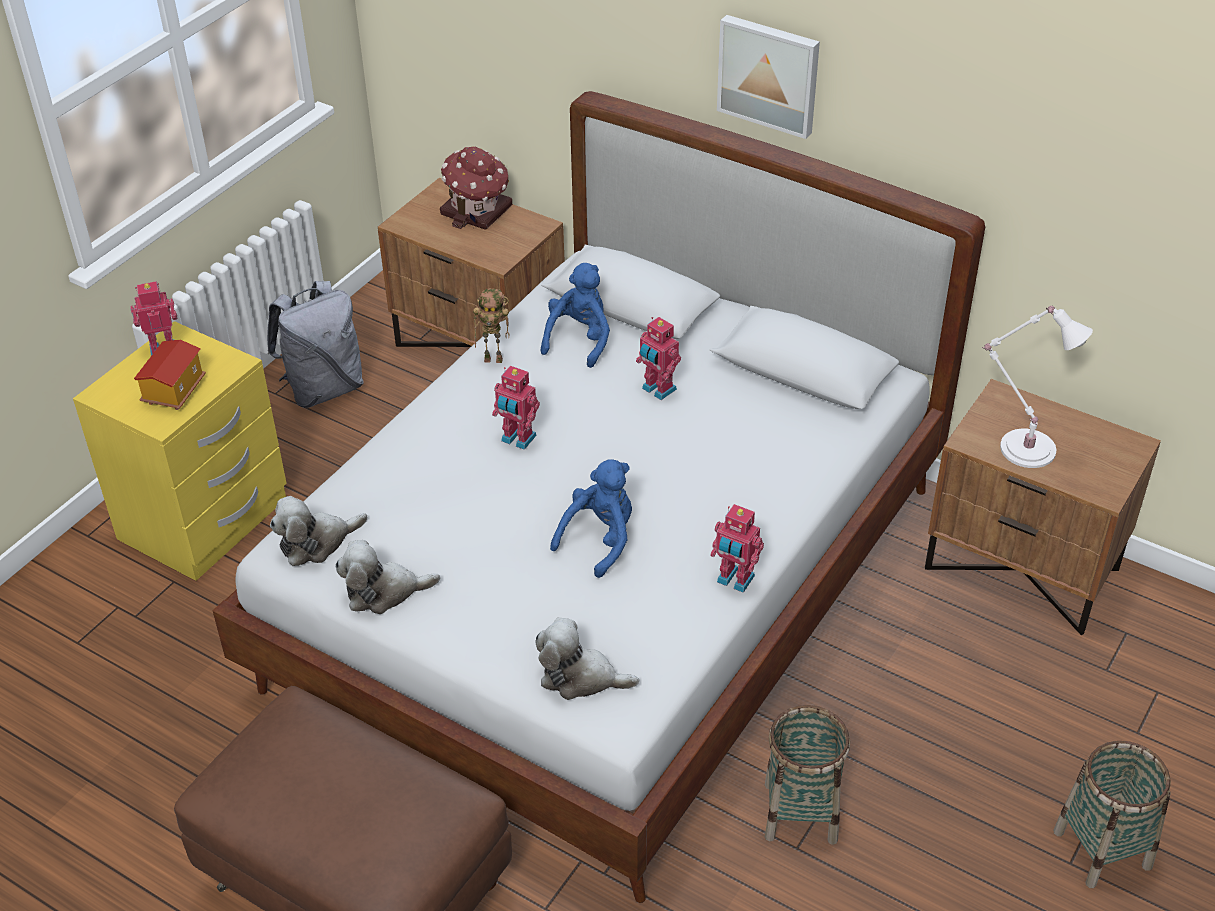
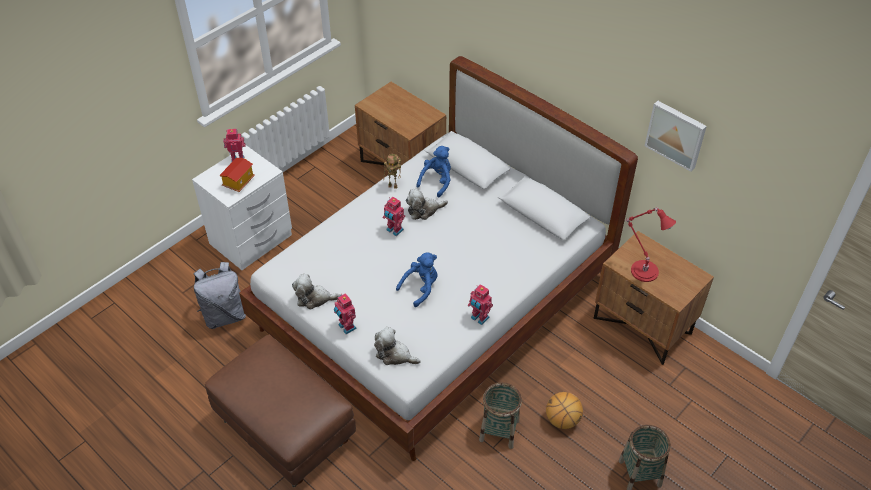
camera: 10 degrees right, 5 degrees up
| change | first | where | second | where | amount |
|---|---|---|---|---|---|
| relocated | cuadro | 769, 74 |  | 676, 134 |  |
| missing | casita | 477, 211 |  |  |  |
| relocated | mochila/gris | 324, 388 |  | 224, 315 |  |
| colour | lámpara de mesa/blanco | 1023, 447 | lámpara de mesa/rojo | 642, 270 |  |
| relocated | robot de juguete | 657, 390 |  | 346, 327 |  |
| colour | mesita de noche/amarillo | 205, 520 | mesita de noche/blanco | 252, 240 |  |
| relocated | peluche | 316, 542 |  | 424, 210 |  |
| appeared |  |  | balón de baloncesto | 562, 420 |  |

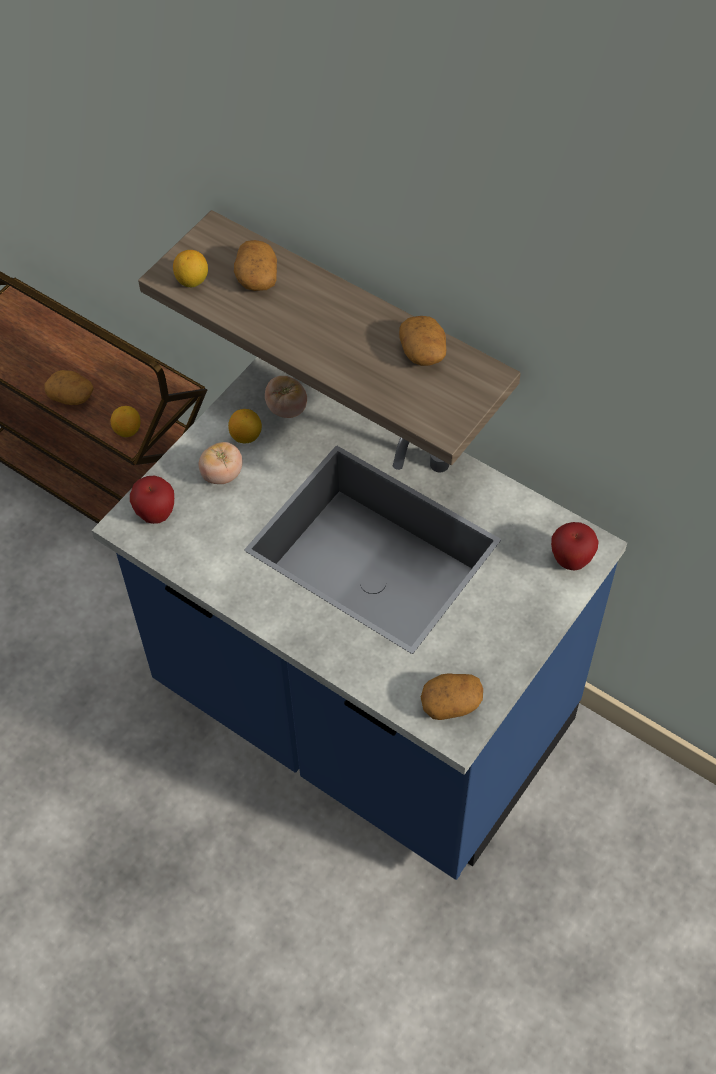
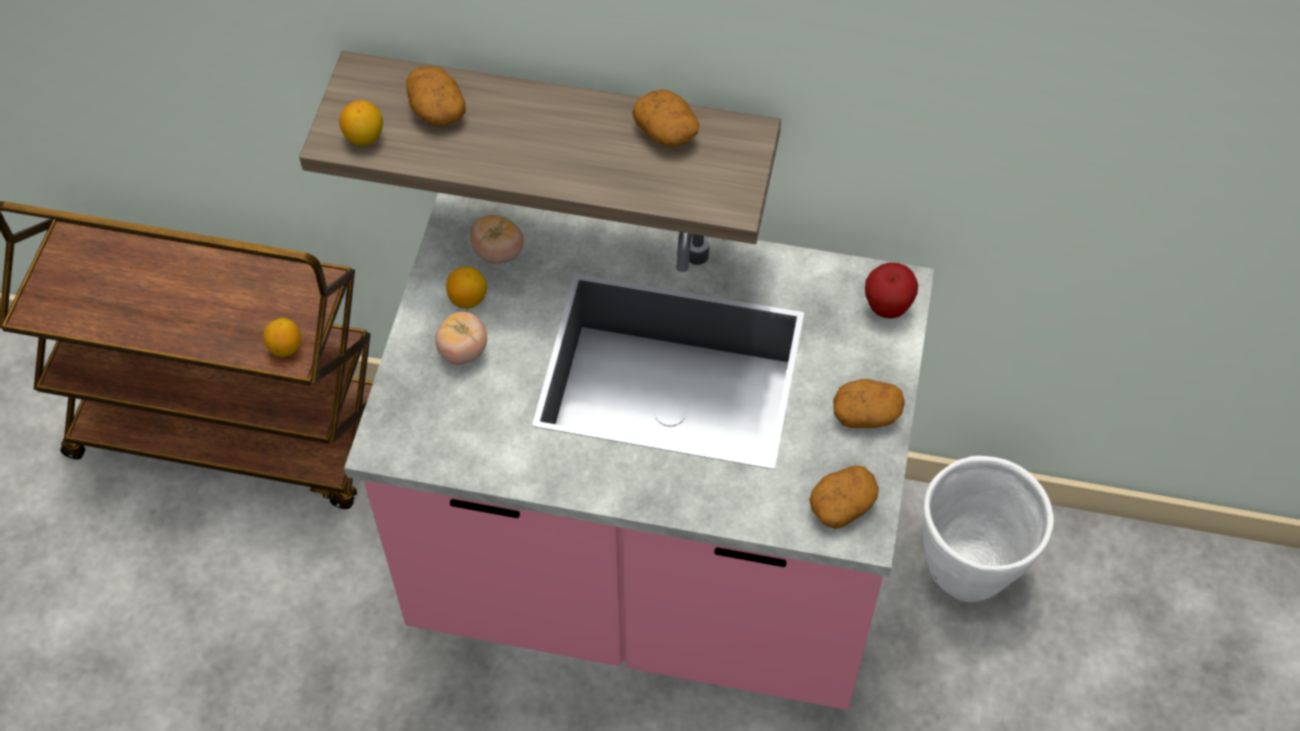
camera: 25 degrees left, 0 degrees up
| change | first | where | second | where | amount |
|---|---|---|---|---|---|
| colour | mueble bajo de cocina/azul | 362, 711 | mueble bajo de cocina/rosa | 650, 572 |  |
| relocated | patata | 72, 396 |  | 866, 413 |  |
| missing | manzana | 156, 514 |  |  |  |
| appeared |  |  | maceta/blanco | 968, 571 |  |

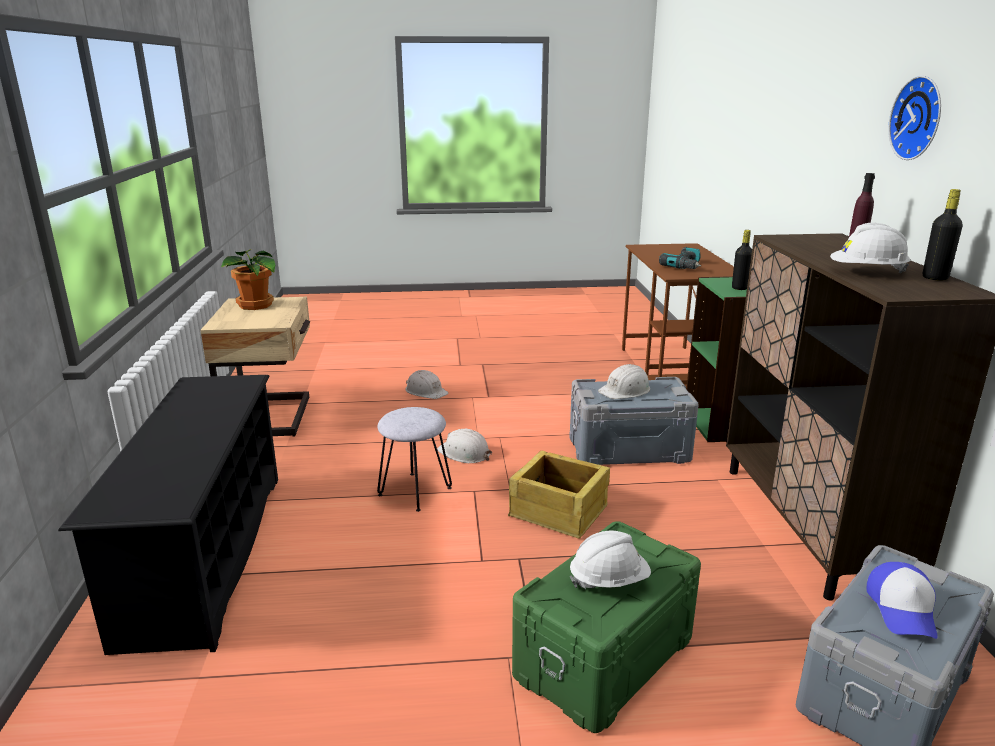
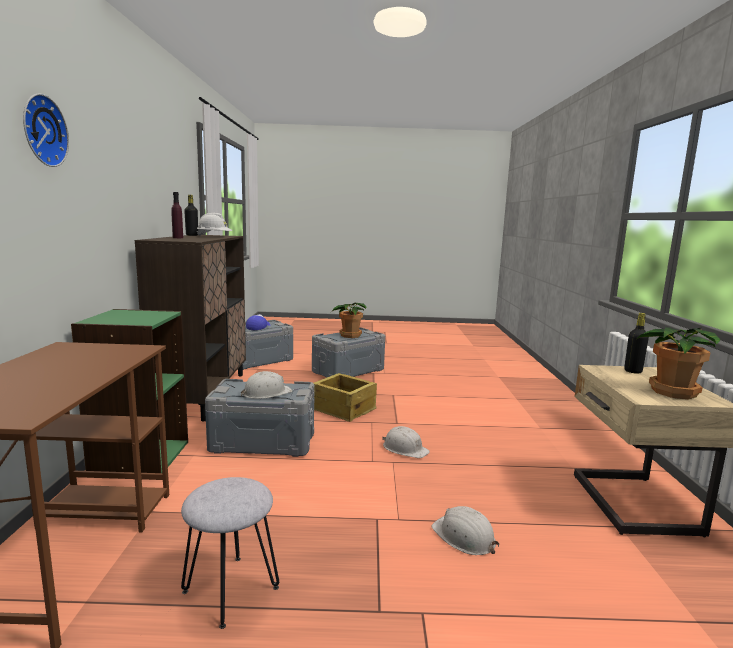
camera: 175 degrees left, 10 degrees down
| change | first | where | second | where | amount |
|---|---|---|---|---|---|
| relocated | reloj de pared | 920, 118 |  | 41, 131 |  |
| relocated | botella/negro | 739, 288 |  | 633, 371 |  |
| missing | taladro | 685, 266 |  |  |  |
| missing | zapatero/negro | 206, 553 |  |  |  |
| relocated | taburete/gris | 414, 491 |  | 231, 590 |  |
| colour | caja de almacenaje/verde | 606, 658 | caja de almacenaje/gris | 347, 370 |  |
| exchanged | casco/blanco | 609, 580 | planta en maceta | 349, 335 |  |

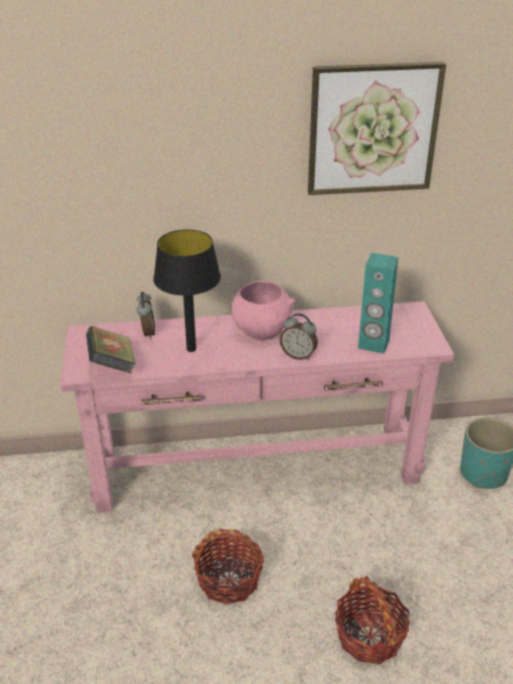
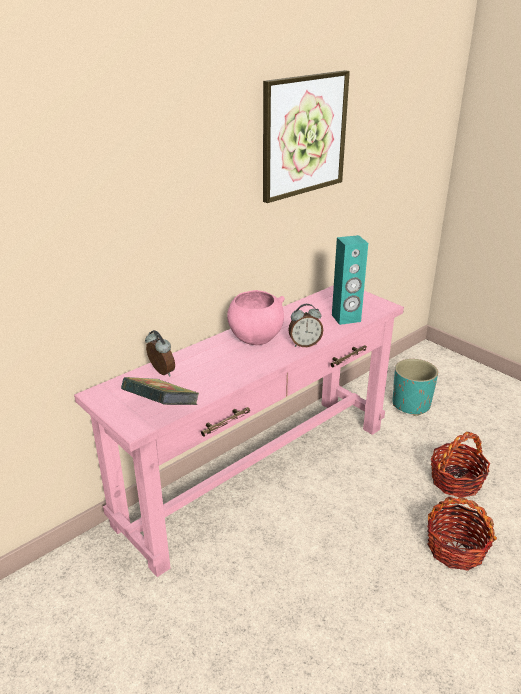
camera: 35 degrees left, 5 degrees down
| change | first | where | second | where | amount |
|---|---|---|---|---|---|
| missing | lámpara de mesa/negro | 191, 348 |  |  |  |
| relocated | cesta | 229, 580 |  | 456, 481 |  |

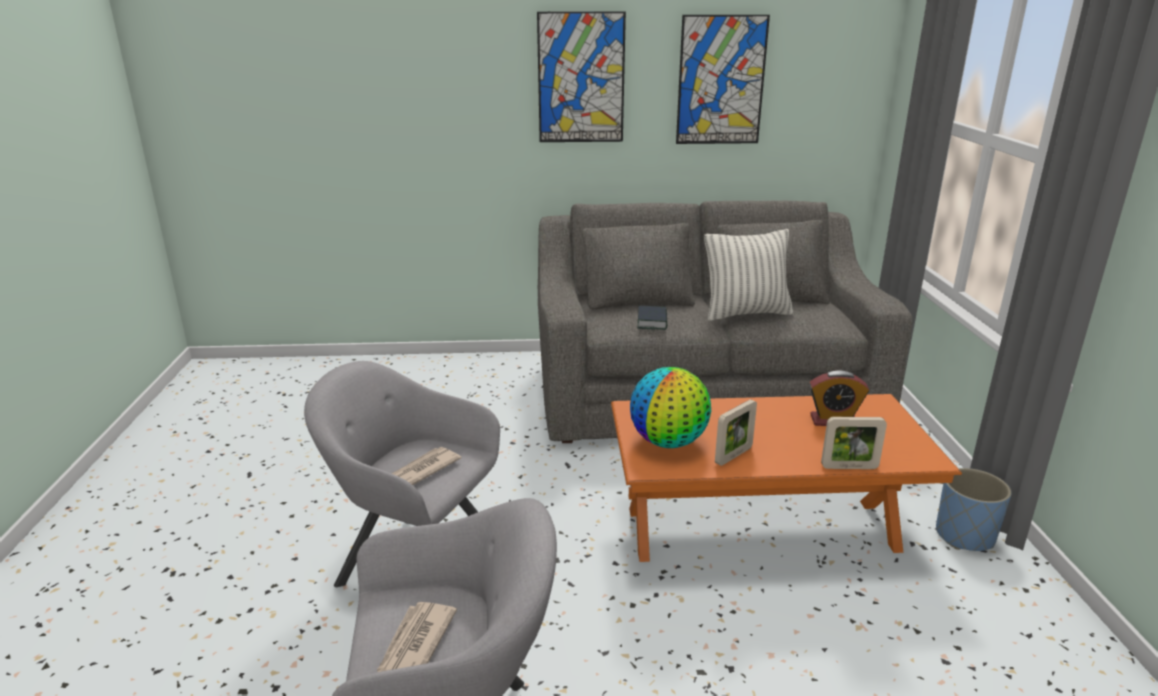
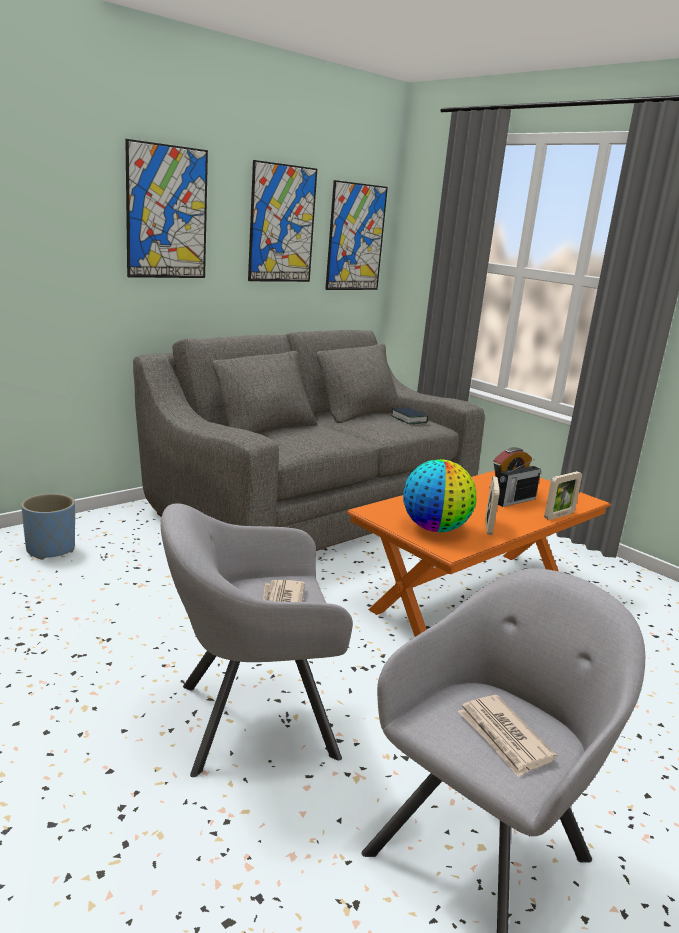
camera: 40 degrees left, 5 degrees down
| change | first | where | second | where | amount |
|---|---|---|---|---|---|
| missing | cojín | 746, 313 |  |  |  |
| relocated | libro | 652, 322 |  | 409, 419 |  |
| relocated | maceta/azul | 964, 536 |  | 50, 549 |  |
| appeared |  |  | cuadro | 356, 237 |  |
| appeared |  |  | radio | 514, 501 |  |

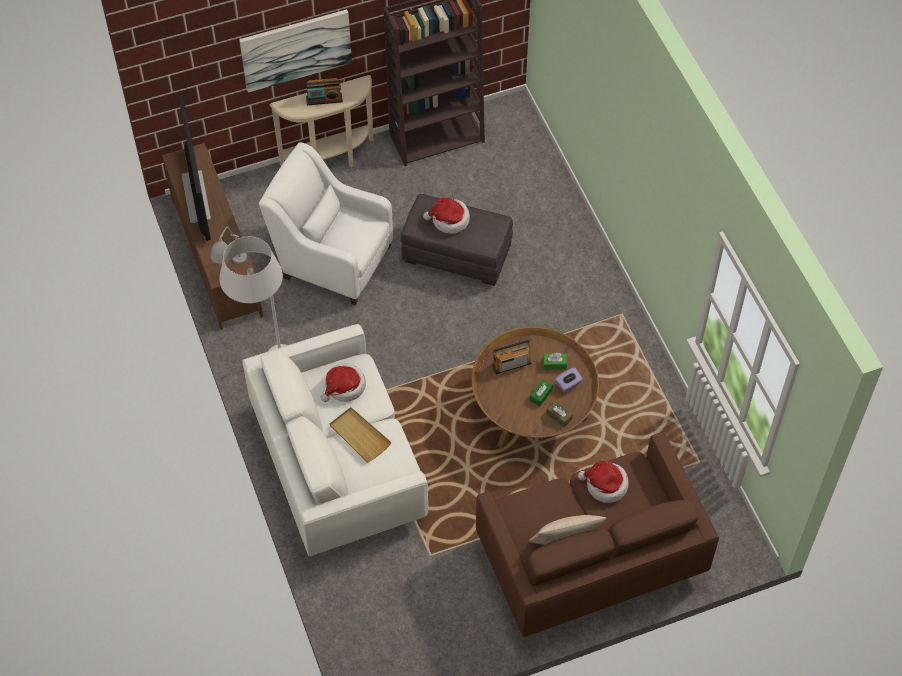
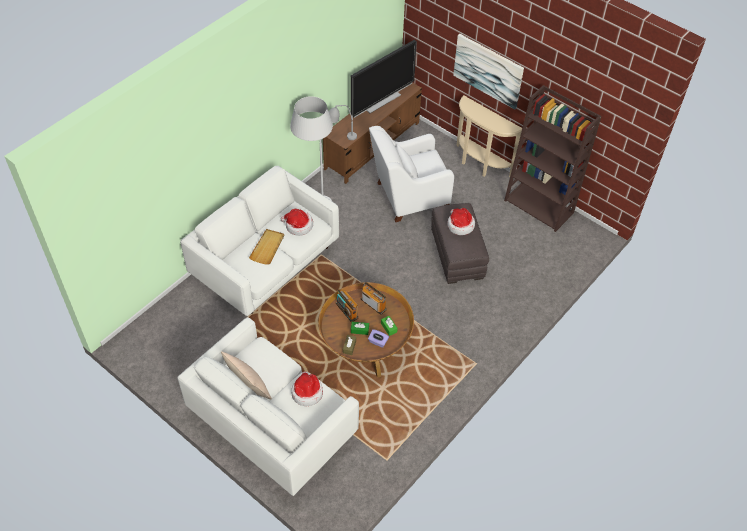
camera: 60 degrees right, 5 degrees down
| change | first | where | second | where | amount |
|---|---|---|---|---|---|
| relocated | radio | 324, 99 |  | 347, 311 |  |
| spun | sillón/blanco | 331, 259 |  | 408, 196 | 105 degrees counterclockwise |
| colour | sofá/marrón | 589, 556 | sofá/blanco | 273, 423 |  |

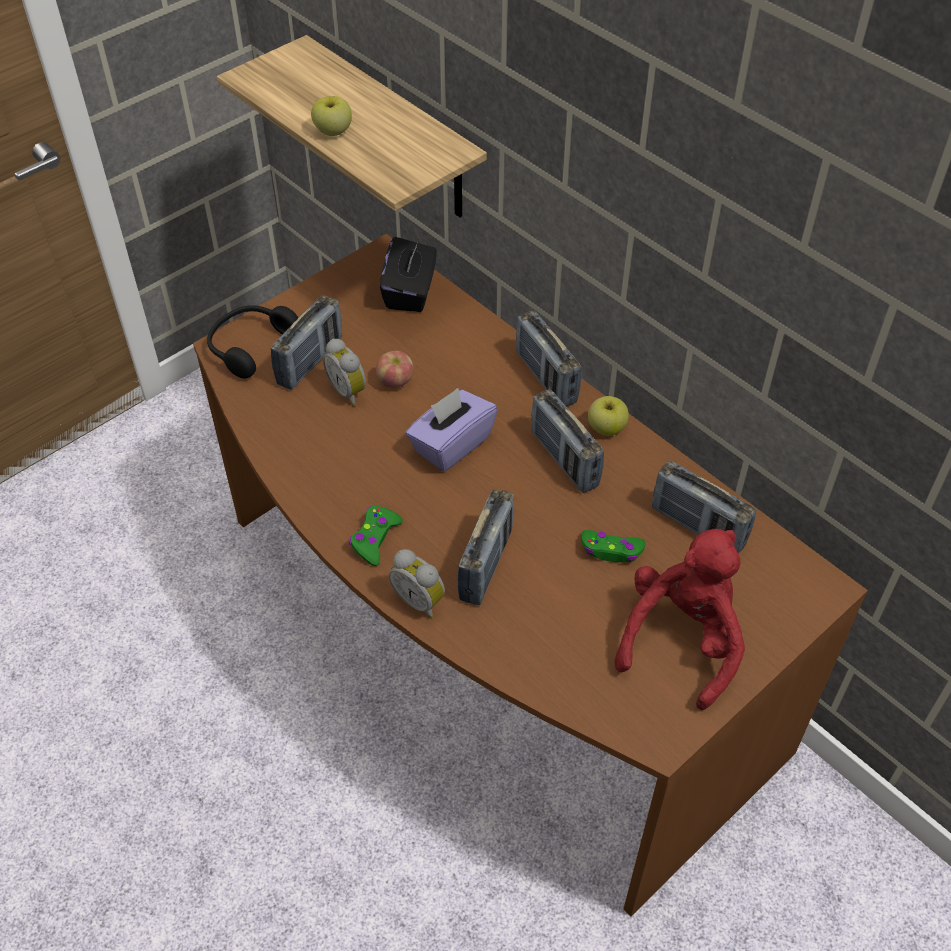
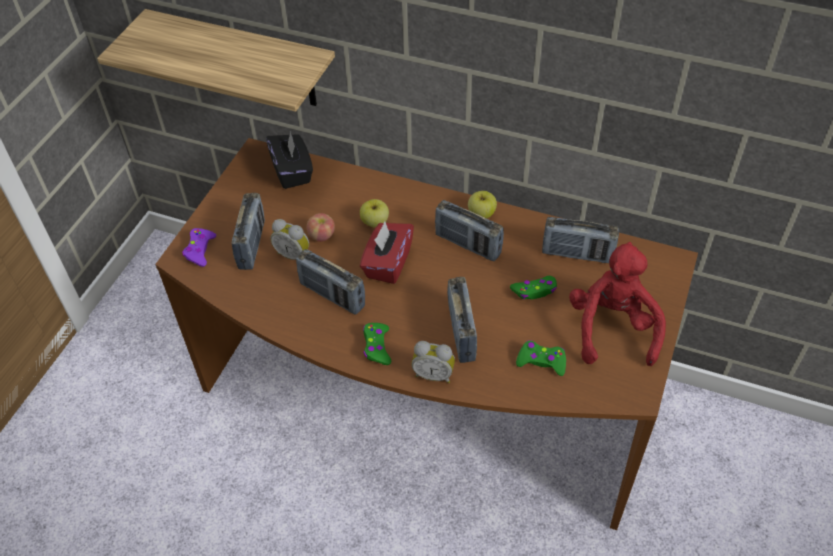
camera: 25 degrees left, 0 degrees up
| change | first | where | second | where | amount |
|---|---|---|---|---|---|
| relocated | manzana | 333, 131 |  | 375, 222 |  |
| exchanged | auriculares/negro | 249, 346 | mando de consola/morado | 200, 250 |  |
| relocated | radio | 546, 378 |  | 332, 295 |  |
| colour | caja de pañuelos/morado | 451, 444 | caja de pañuelos/rojo | 387, 263 |  |
| appeared |  |  | mando de consola/verde | 541, 361 |  |

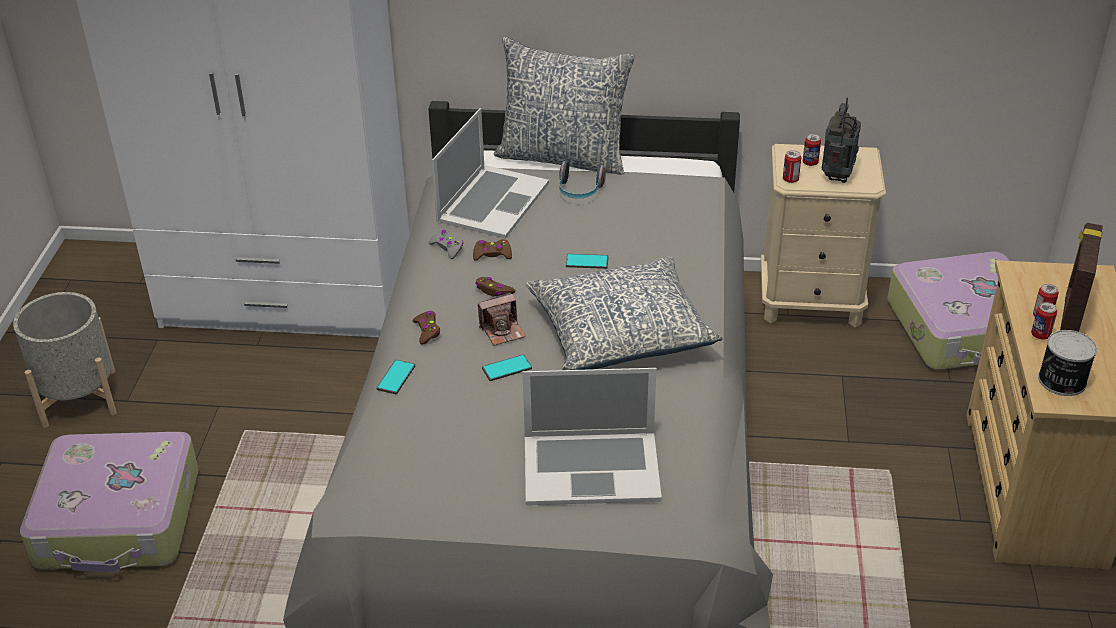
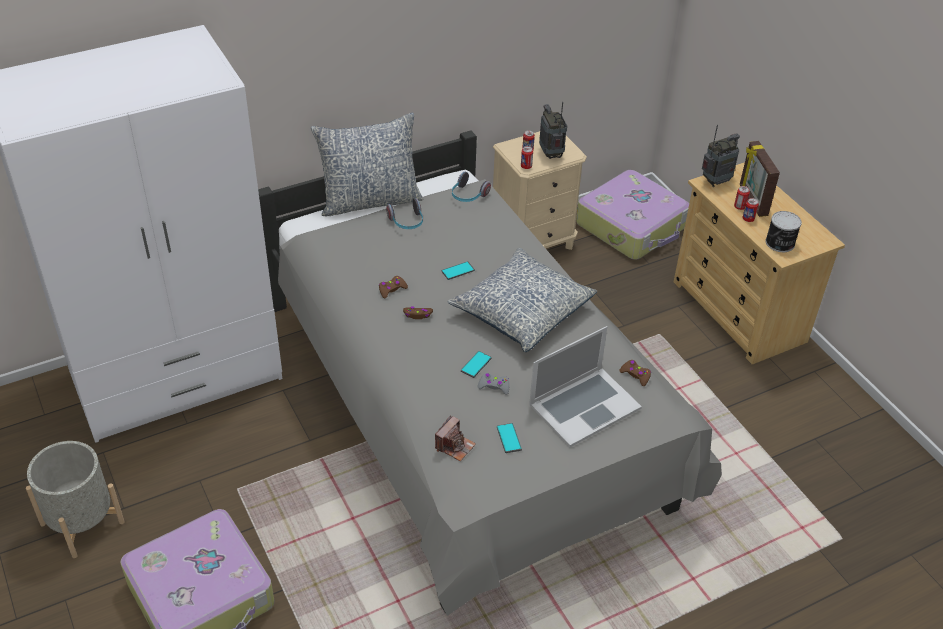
camera: 35 degrees left, 5 degrees up
| change | first | where | second | where | amount |
|---|---|---|---|---|---|
| missing | portátil | 492, 201 |  |  |  |
| relocated | mando de consola/gris | 447, 248 |  | 494, 386 |  |
| relocated | cámara | 502, 330 |  | 455, 446 |  |
| relocated | mando de consola/marrón | 427, 331 |  | 635, 375 |  |
| relocated | móvil | 396, 377 |  | 509, 438 |  |
| appeared |  |  | radio | 716, 182 |  |
| appeared |  |  | auriculares | 468, 196 |  |

